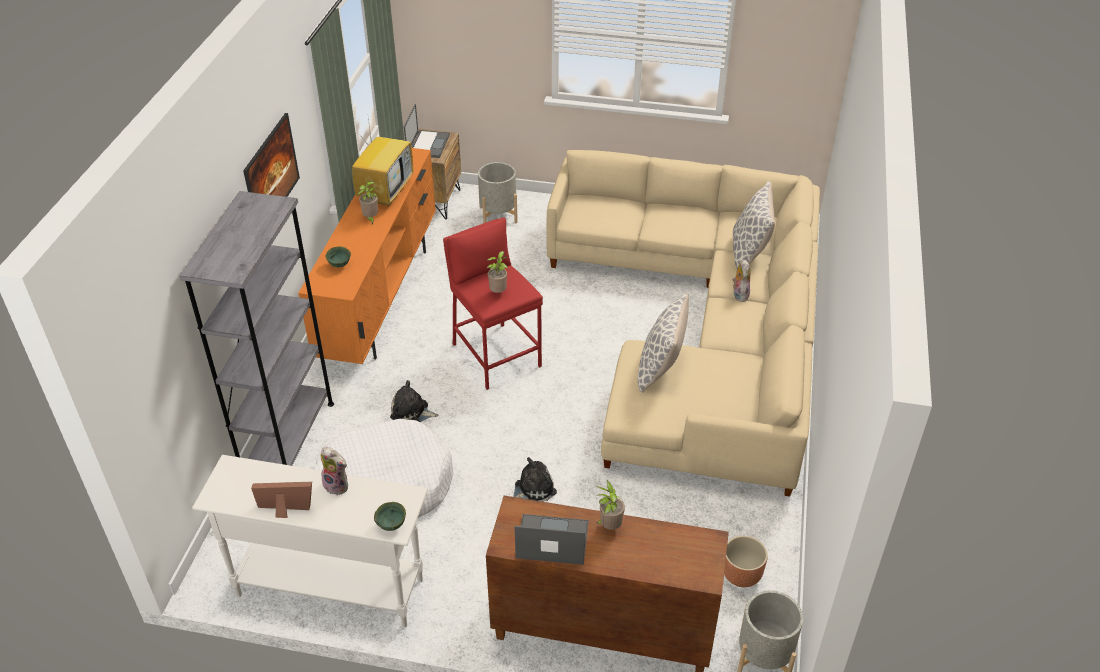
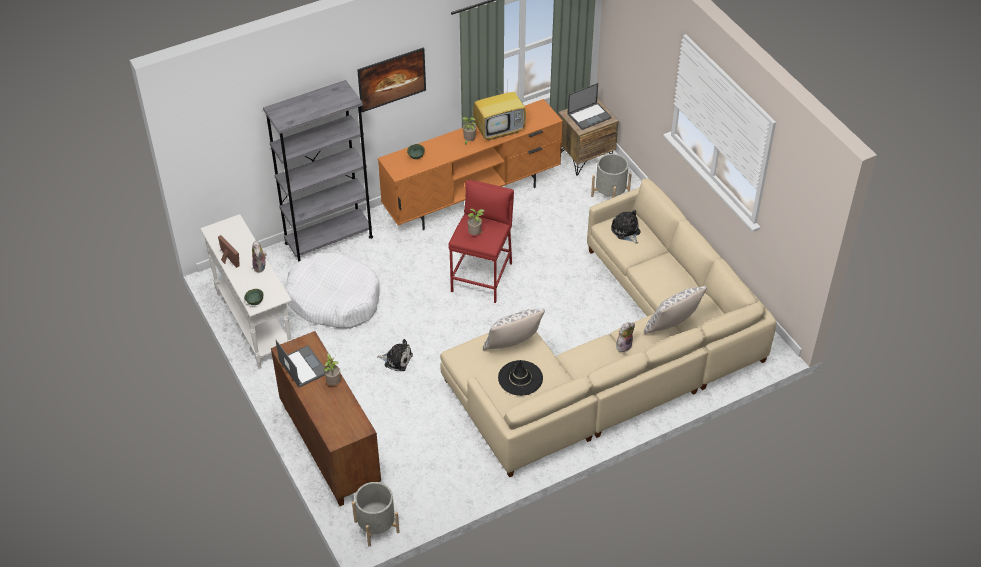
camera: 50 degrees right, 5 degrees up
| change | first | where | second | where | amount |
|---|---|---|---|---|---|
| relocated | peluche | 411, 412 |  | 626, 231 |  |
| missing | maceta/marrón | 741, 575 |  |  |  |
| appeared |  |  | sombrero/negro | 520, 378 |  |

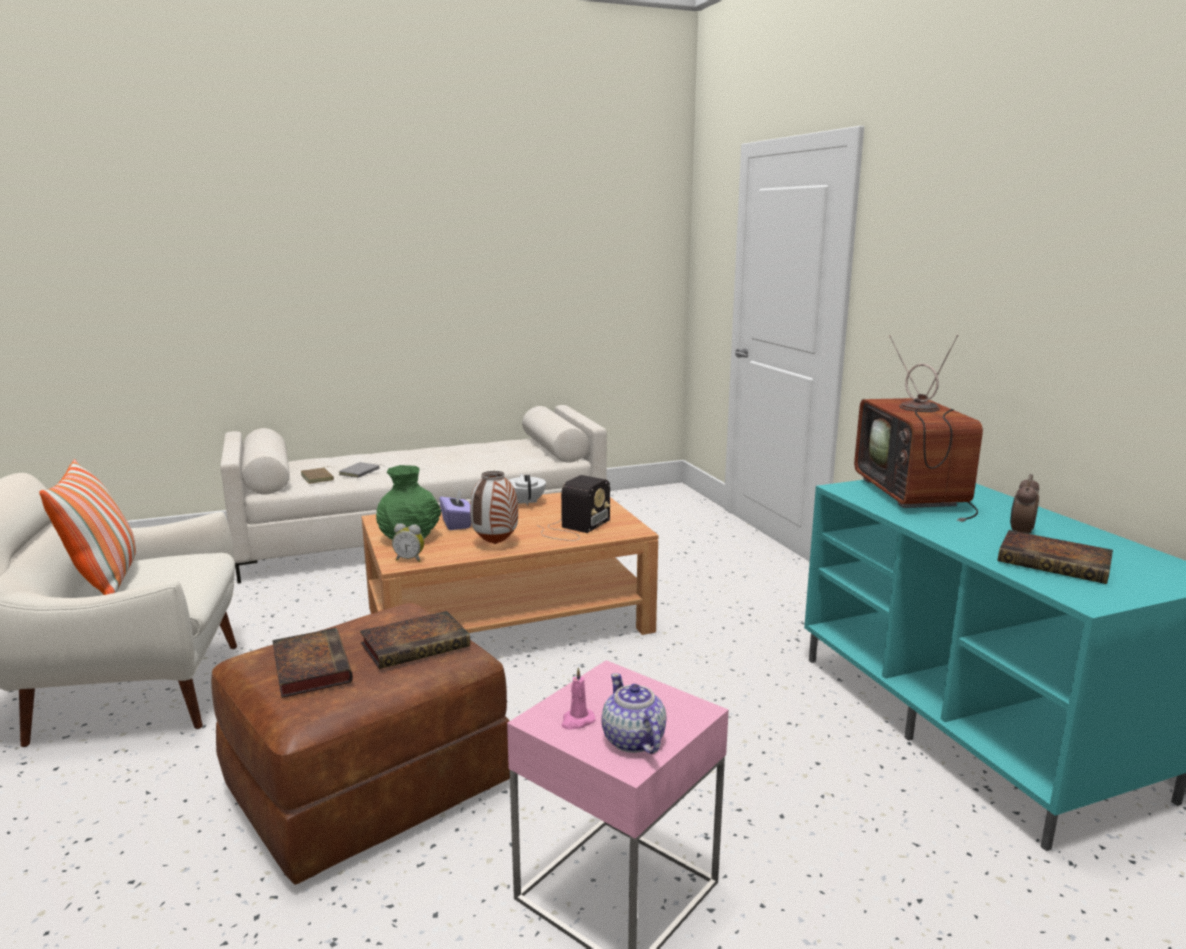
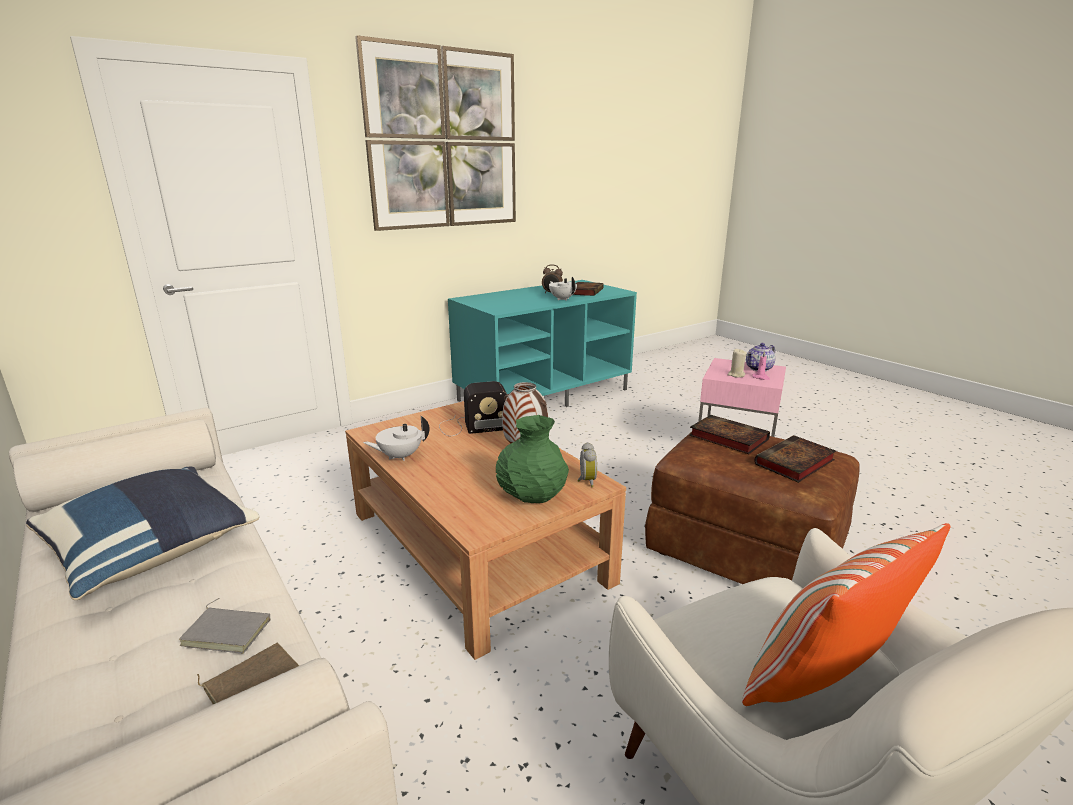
camera: 105 degrees left, 5 degrees up
| change | first | where | second | where | amount |
|---|---|---|---|---|---|
| missing | televisor | 915, 494 |  |  |  |
| spun | radio | 574, 528 |  | 471, 426 | 150 degrees clockwise |
| missing | caja de pañuelos/morado | 457, 524 |  |  |  |
| appeared |  |  | cuadro | 444, 140 |  |
| appeared |  |  | tetera/blanco | 562, 299 |  |
| appeared |  |  | vela/beis | 736, 375 |  |
| appeared |  |  | cojín/azul | 153, 551 |  |

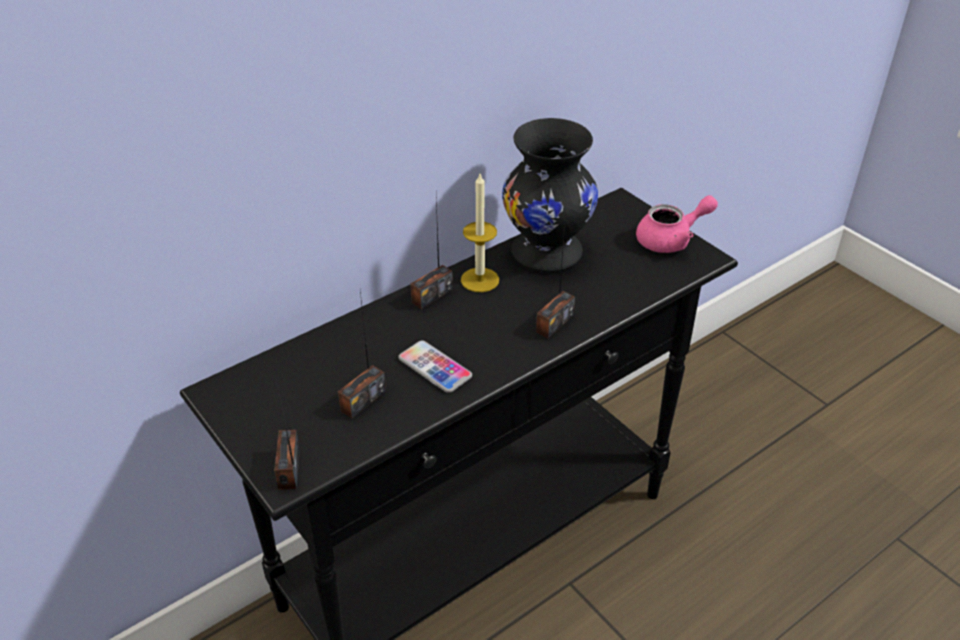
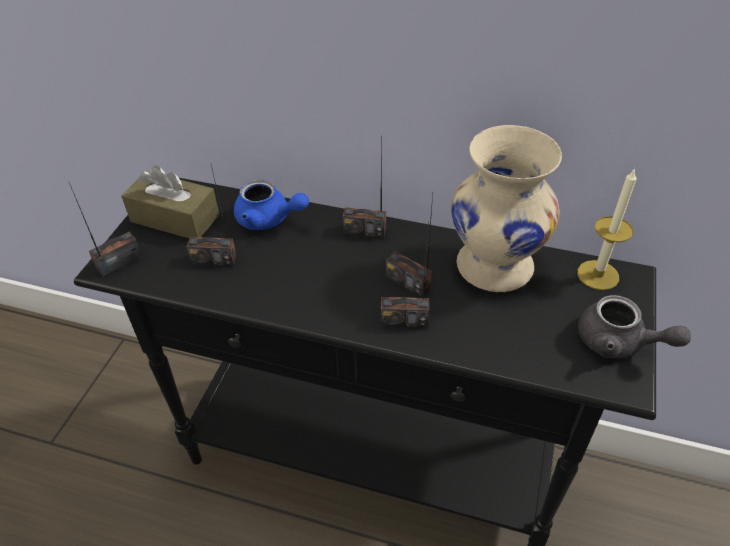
camera: 55 degrees right, 5 degrees up
| change | first | where | second | where | amount |
|---|---|---|---|---|---|
| colour | florero/negro | 545, 252 | florero/beis | 493, 265 |  |
| relocated | vela | 480, 280 |  | 598, 275 |  |
| colour | tetera/rosa | 671, 240 | tetera/gris | 619, 343 |  |
| missing | móvil | 435, 367 |  |  |  |
| appeared |  |  | caja de pañuelos/marrón | 175, 218 |  |
| appeared |  |  | tetera/azul | 269, 219 |  |
| appeared |  |  | radio | 408, 282 |  |

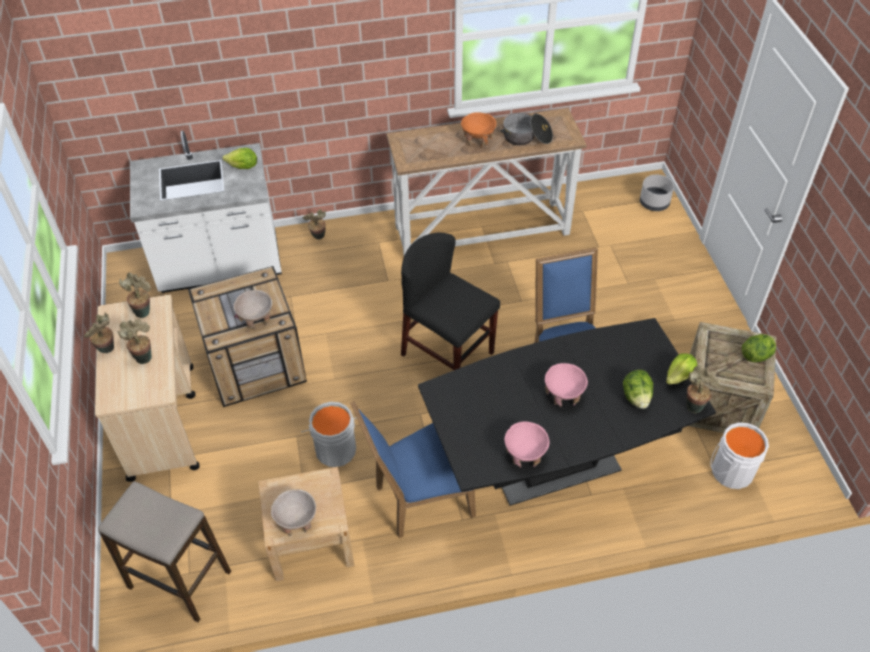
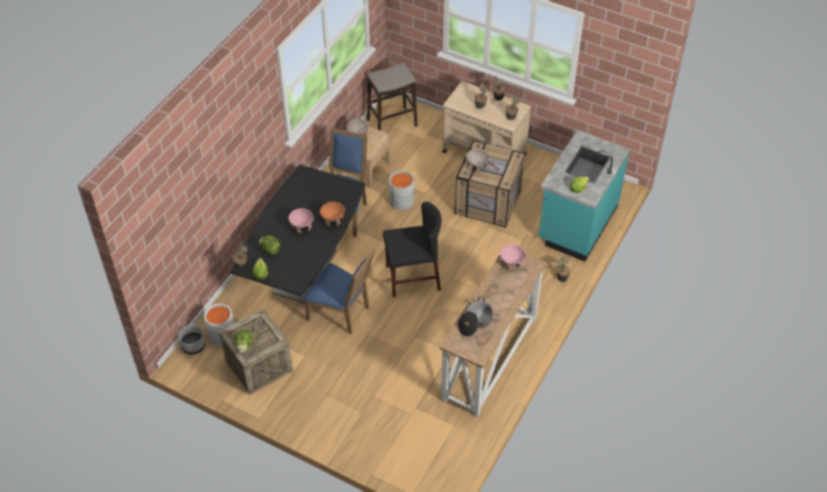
camera: 130 degrees right, 0 degrees up
| change | first | where | second | where | amount |
|---|---|---|---|---|---|
| relocated | cuenco/naranja | 478, 139 |  | 333, 220 |  |
| colour | mueble bajo de cocina/blanco | 220, 267 | mueble bajo de cocina/turquesa | 576, 223 |  |
| relocated | maceta/gris | 654, 203 |  | 193, 346 |  |
| relocated | cuenco/rosa | 525, 454 |  | 511, 263 |  |

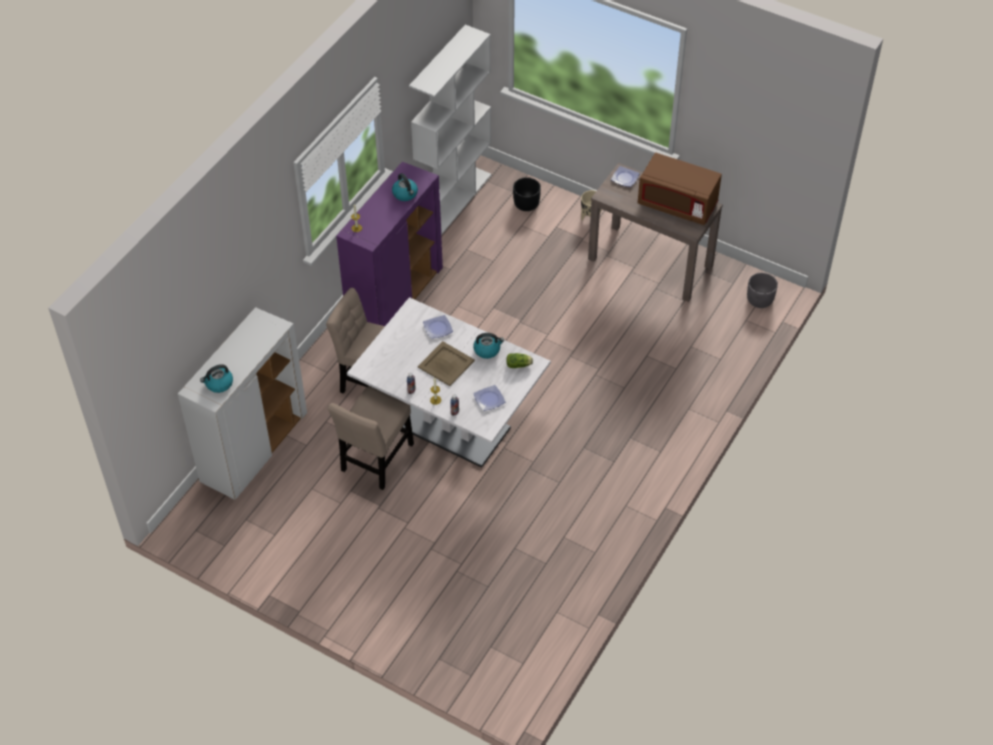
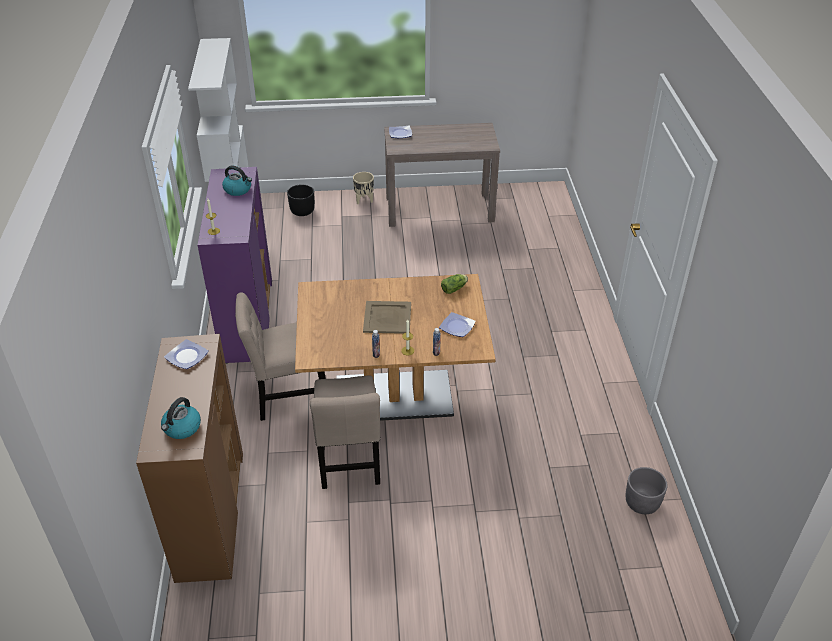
camera: 35 degrees left, 10 degrees down
| change | first | where | second | where | amount |
|---|---|---|---|---|---|
| missing | microondas/marrón | 677, 205 |  |  |  |
| relocated | maceta/gris | 760, 300 |  | 642, 502 |  |
| colour | mesa de comedor/blanco | 451, 426 | mesa de comedor/marrón | 393, 396 |  |
| colour | armario/blanco | 254, 448 | armario/marrón | 210, 516 |  |
| relocated | plato | 437, 329 |  | 187, 357 |  |
| missing | hervidor | 487, 350 |  |  |  |

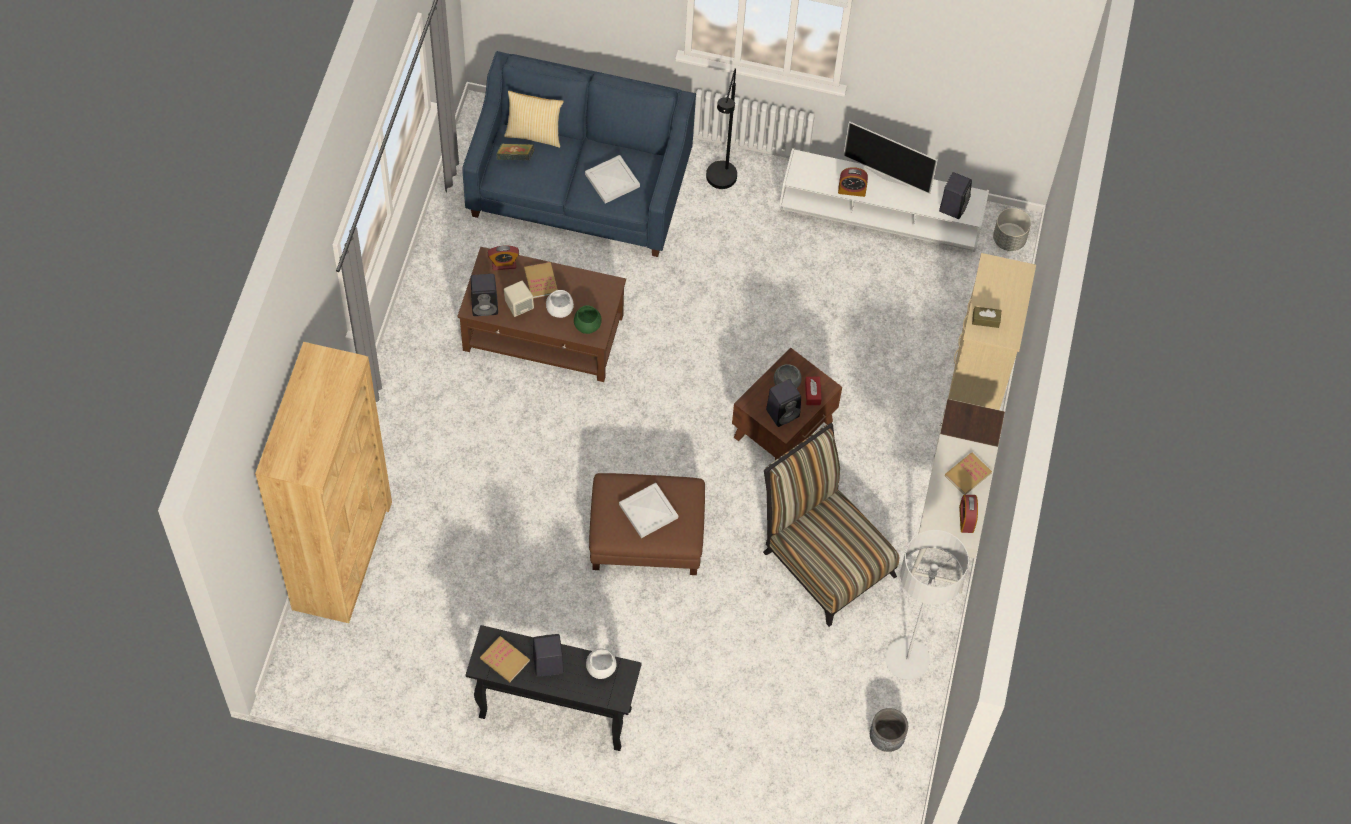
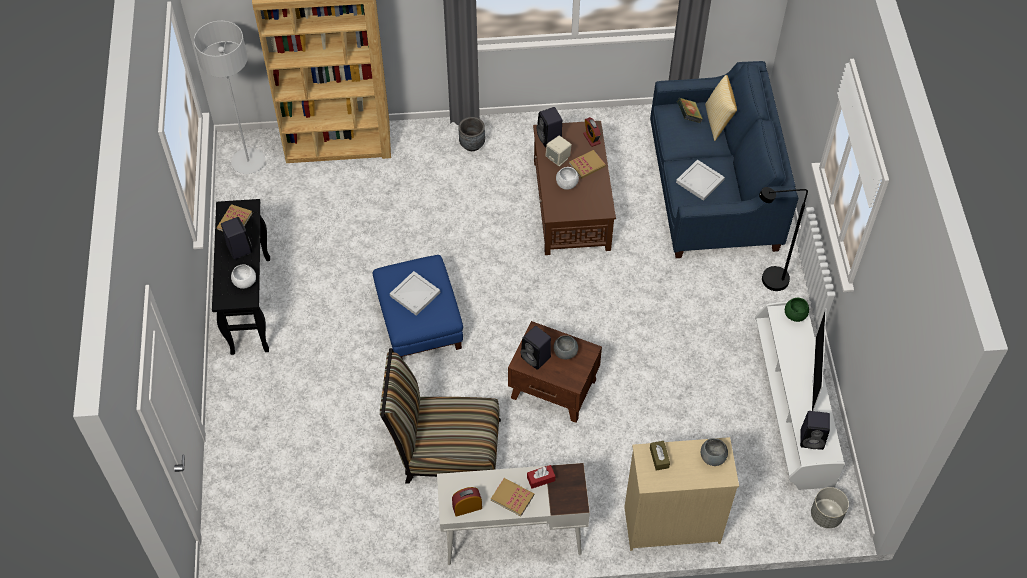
camera: 75 degrees right, 5 degrees down
| change | first | where | second | where | amount |
|---|---|---|---|---|---|
| missing | despertador | 852, 190 |  |  |  |
| relocated | cuenco/verde | 588, 325 |  | 795, 315 |  |
| relocated | caja de pañuelos/rojo | 812, 393 |  | 541, 479 |  |
| spun | silla | 824, 557 |  | 445, 449 | 120 degrees counterclockwise |
| colour | puf/marrón | 645, 537 | puf/azul | 418, 321 |  |
| relocated | lámpara de pie/gris | 907, 659 |  | 248, 162 |  |
| relocated | maceta/gris | 886, 738 |  | 472, 144 |  |
| appeared |  |  | cuenco/gris | 713, 457 |  |

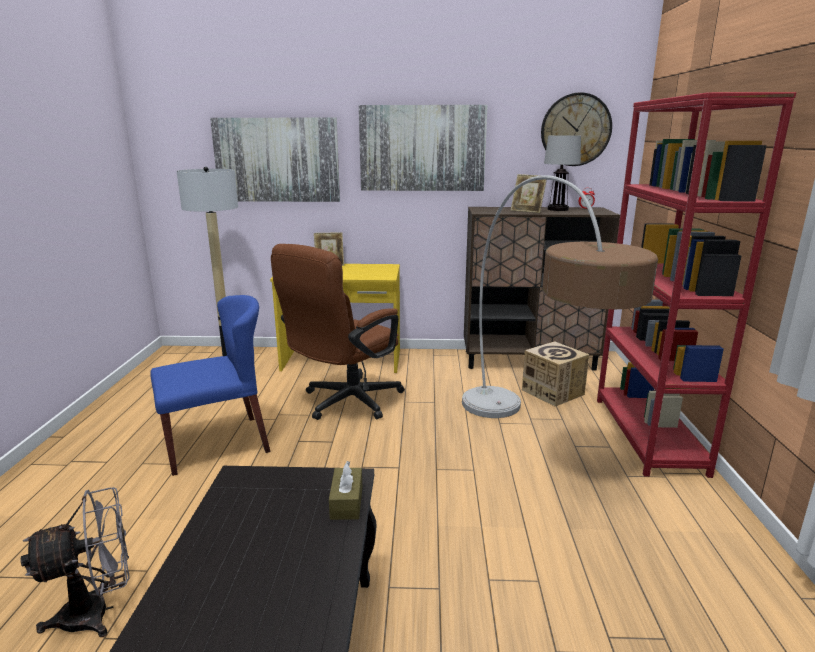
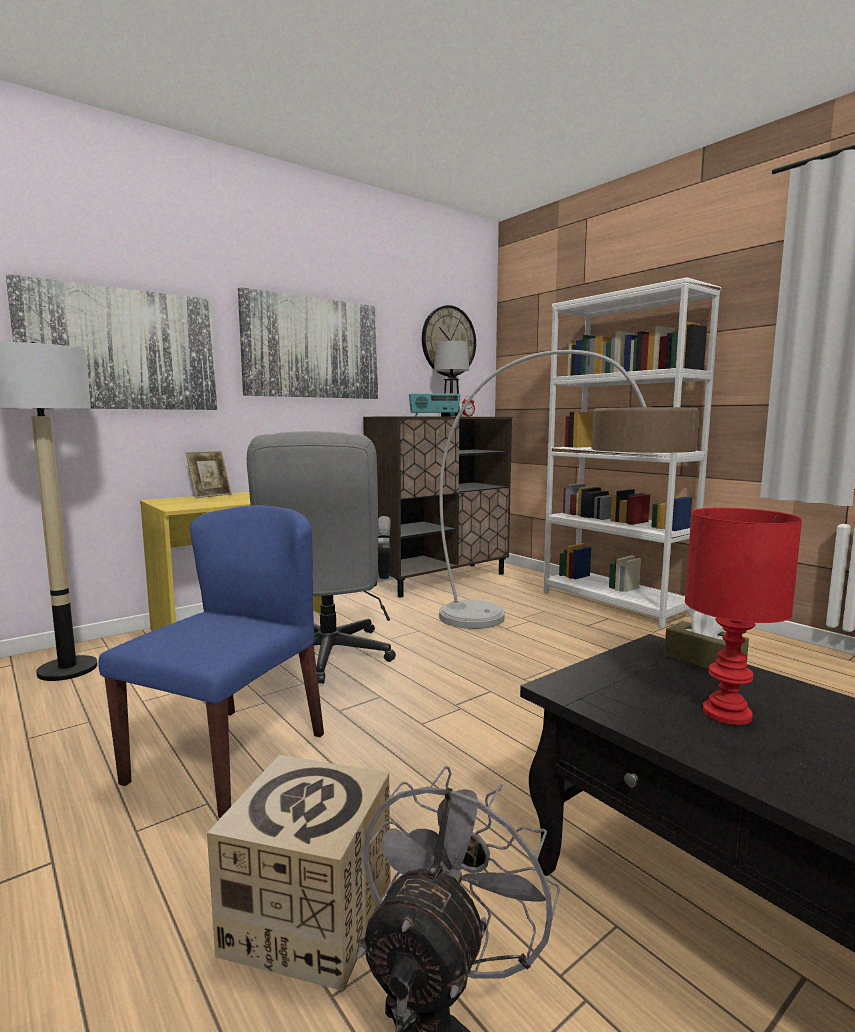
camera: 40 degrees left, 10 degrees down
| change | first | where | second | where | amount |
|---|---|---|---|---|---|
| colour | estantería/rojo | 647, 434 | estantería/blanco | 615, 603 |  |
| exchanged | portarretratos | 527, 211 | radio | 434, 416 |  |
| colour | silla de oficina/marrón | 345, 403 | silla de oficina/gris | 326, 659 |  |
| relocated | caja de cartón | 552, 392 |  | 309, 916 |  |
| appeared |  |  | lámpara de mesa/rojo | 729, 714 |  |

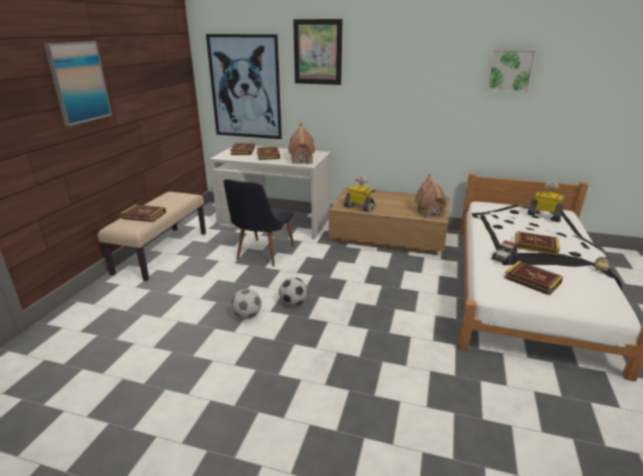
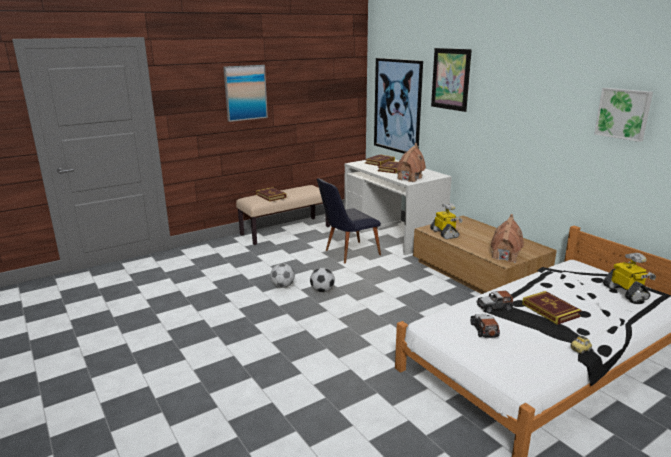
camera: 40 degrees right, 5 degrees down
| change | first | where | second | where | amount |
|---|---|---|---|---|---|
| exchanged | libro | 532, 280 | coche de juguete | 484, 330 |  |

